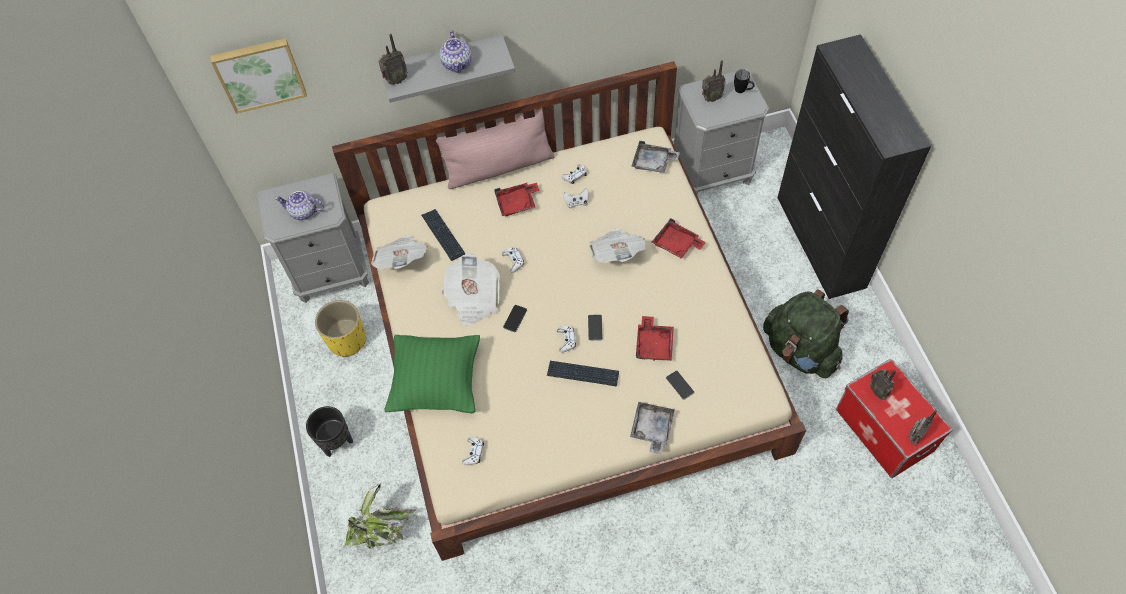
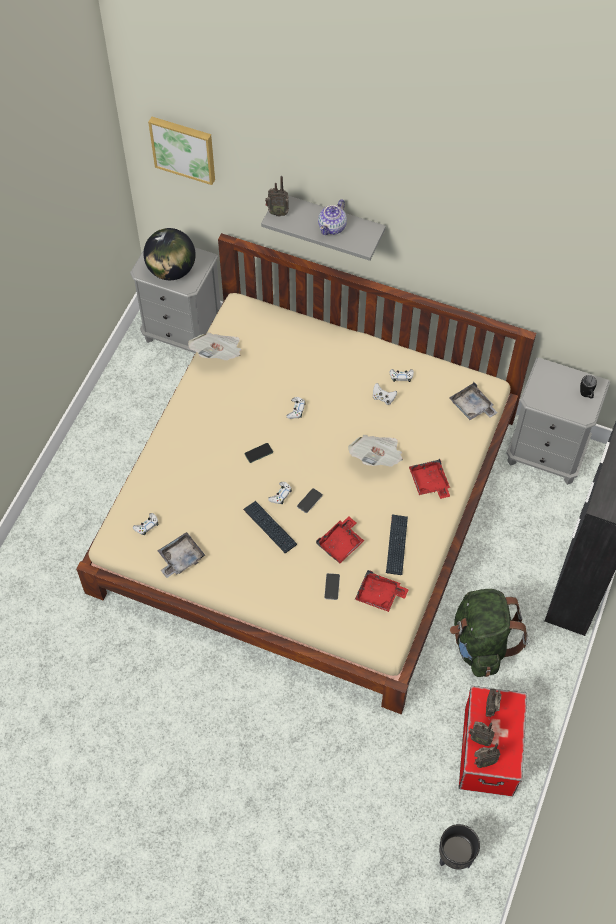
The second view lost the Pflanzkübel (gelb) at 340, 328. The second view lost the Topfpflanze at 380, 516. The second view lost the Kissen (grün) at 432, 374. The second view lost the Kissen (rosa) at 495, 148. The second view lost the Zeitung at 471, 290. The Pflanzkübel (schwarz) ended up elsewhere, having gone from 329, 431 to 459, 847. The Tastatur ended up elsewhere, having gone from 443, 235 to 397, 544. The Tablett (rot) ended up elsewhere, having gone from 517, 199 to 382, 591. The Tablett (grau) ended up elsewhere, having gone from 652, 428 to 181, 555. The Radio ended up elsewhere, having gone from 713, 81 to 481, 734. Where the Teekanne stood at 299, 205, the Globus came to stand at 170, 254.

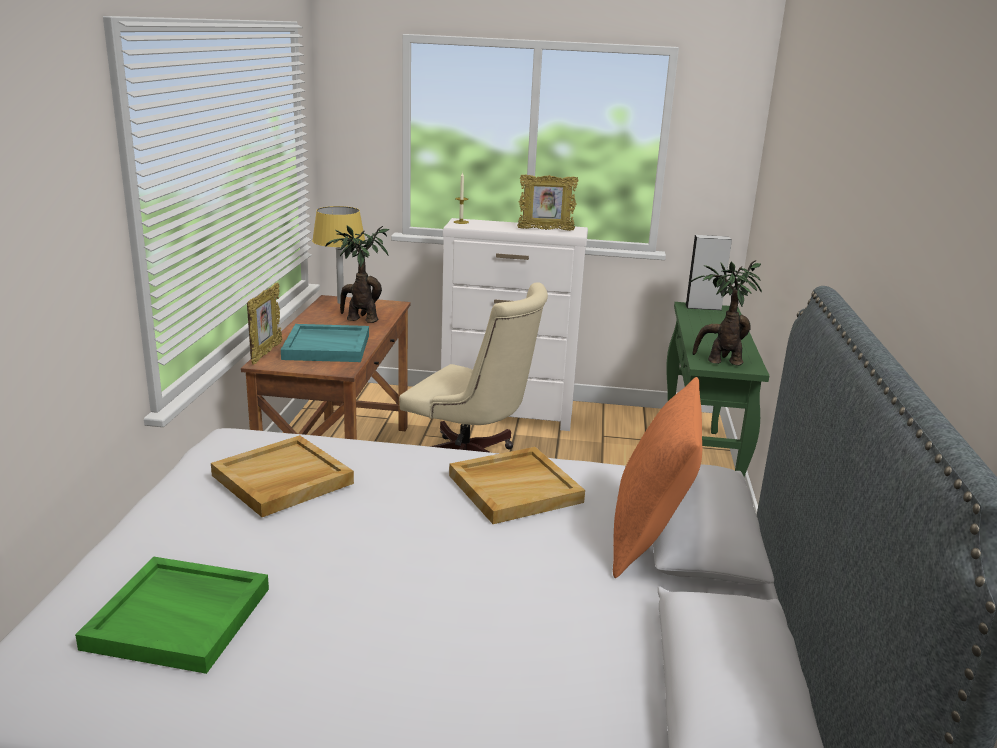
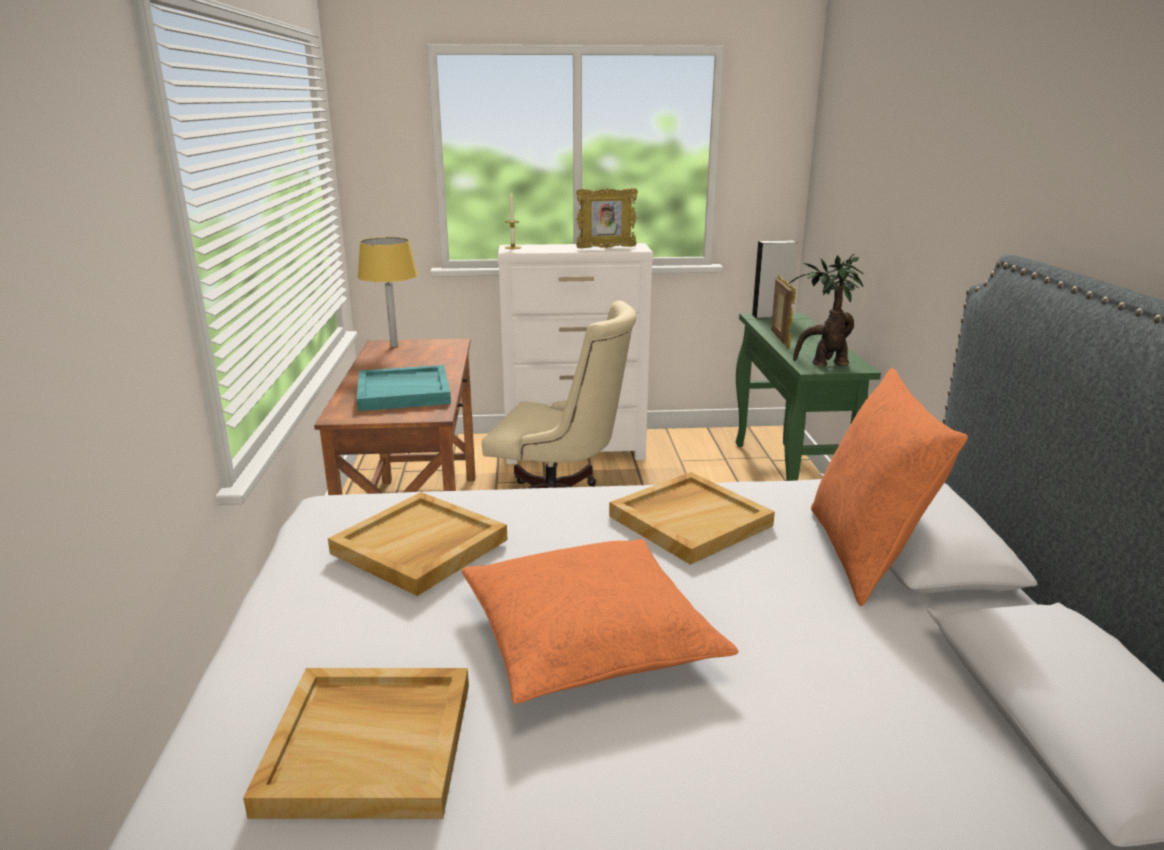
The second view lost the Topfpflanze at 357, 274. The second view gained the Kissen (orange) at 600, 621. The Bilderrahmen ended up elsewhere, having gone from 264, 323 to 783, 312. What was the Tablett (grün) at 172, 615 turned into the Tablett (beige) at 356, 743.

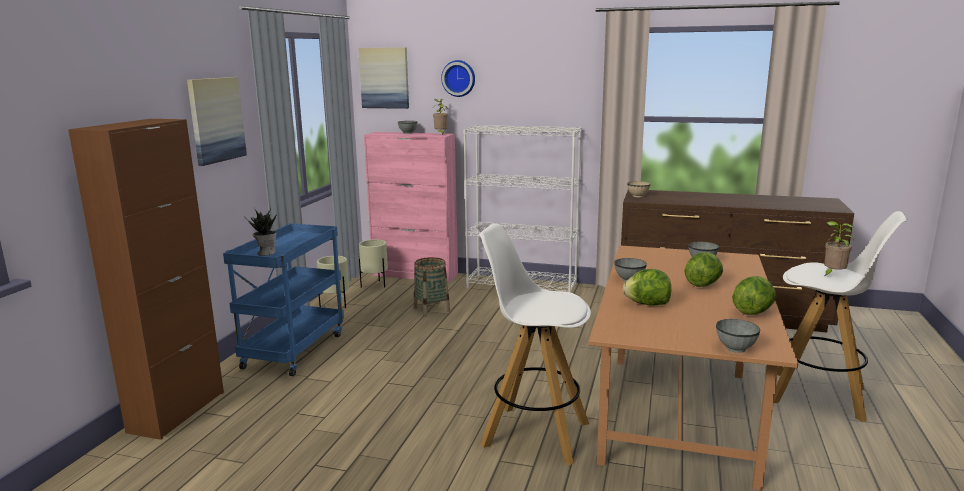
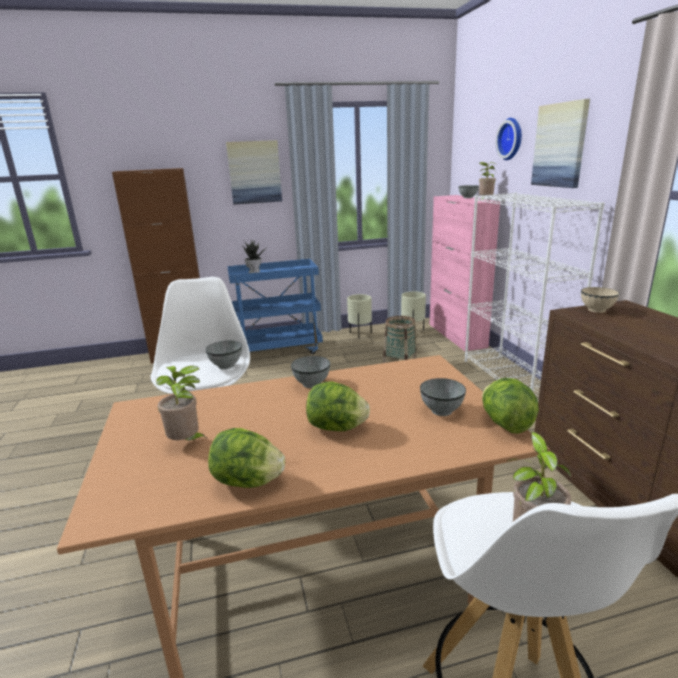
The second view gained the Topfpflanze at 182, 403. The Bild ended up elsewhere, having gone from 383, 78 to 560, 143. The Salatkopf ended up elsewhere, having gone from 647, 287 to 510, 405. The Schüssel (grau) ended up elsewhere, having gone from 738, 336 to 224, 354.

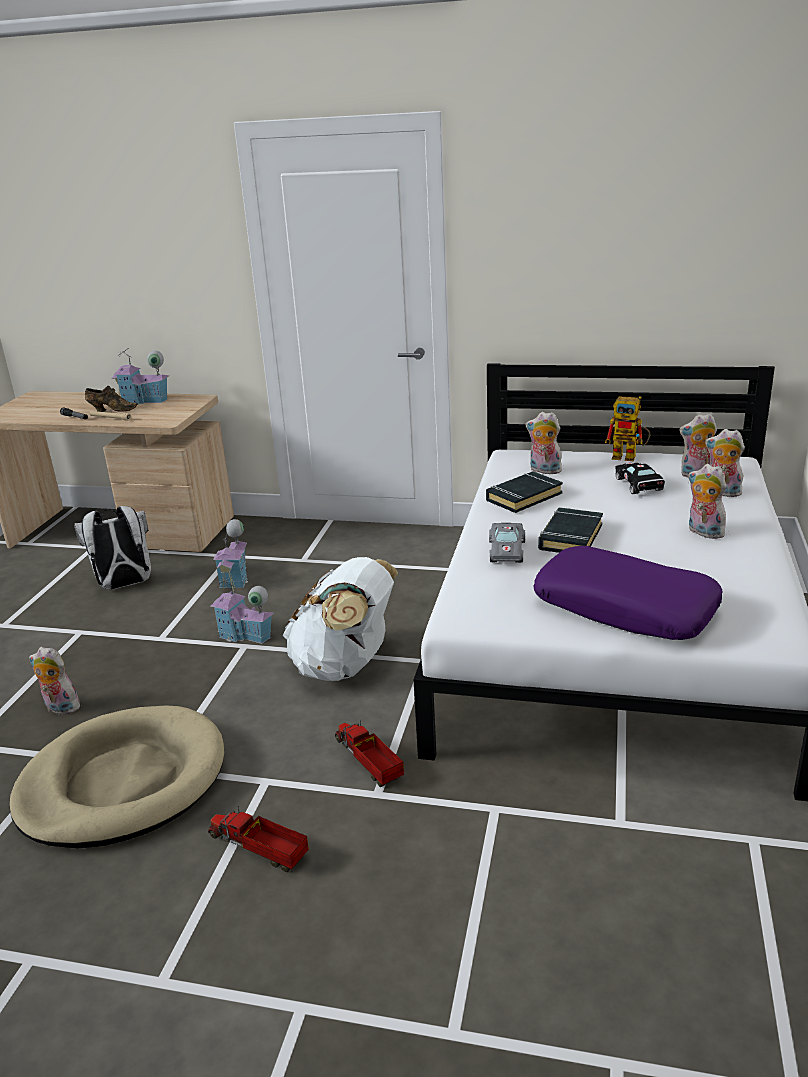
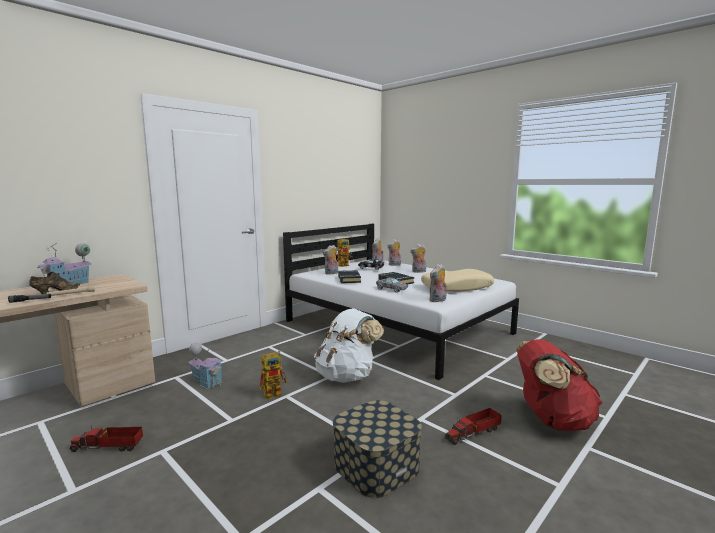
The second view lost the Rucksack (weiß) at 112, 548. The second view gained the Rucksack (rot) at 558, 385. The Plüschtier ended up elsewhere, having gone from 56, 681 to 437, 282. The Spielzeuglaster ended up elsewhere, having gone from 369, 753 to 106, 439. Where the Hundebett (beige) stood at 117, 776, the Aufbewahrungsbox came to stand at 377, 449. Where the Spielzeughaus stood at 242, 611, the Spielzeugroboter came to stand at 273, 375. What was the Kissen (lila) at 627, 593 turned into the Kissen (beige) at 457, 280.

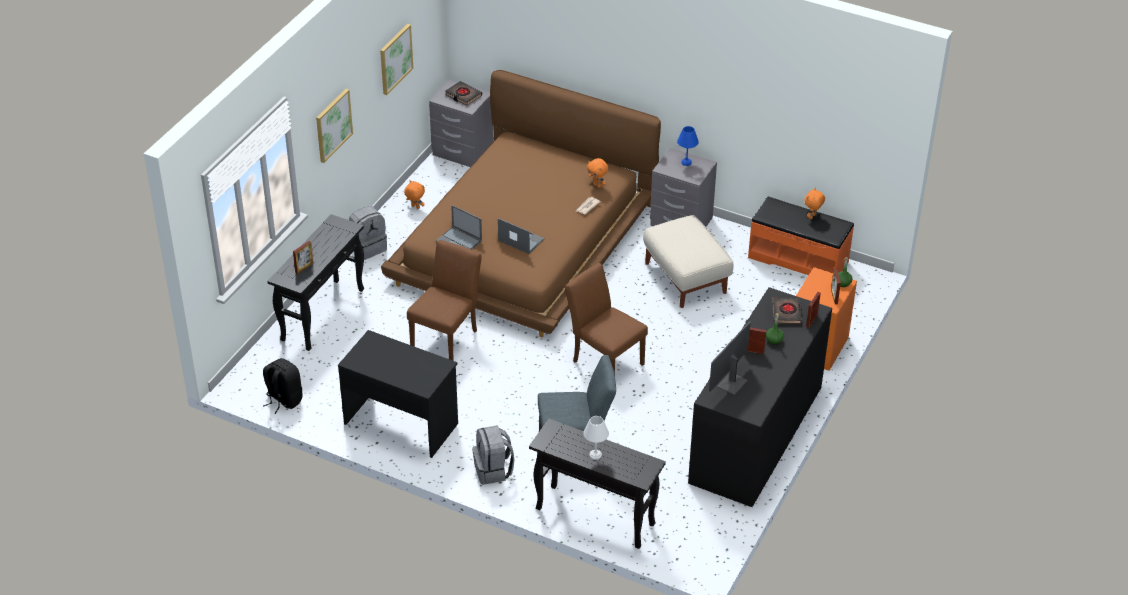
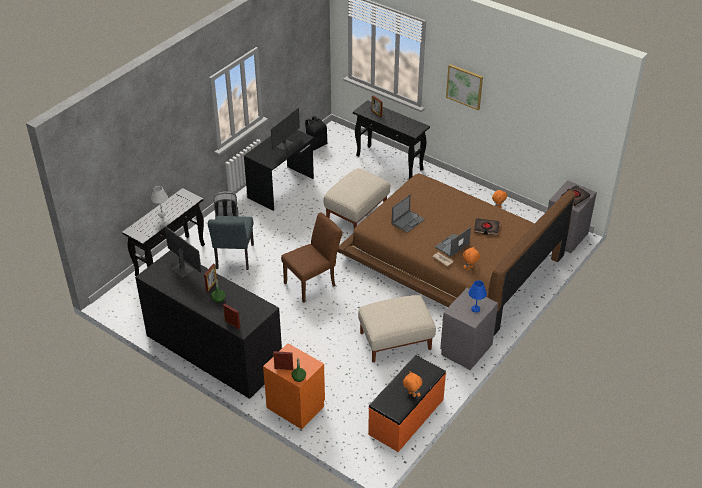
The second view lost the Rucksack (grau) at 368, 233. The second view lost the Bild at 396, 59. The second view gained the Monitor at 285, 129. The Laptop ended up elsewhere, having gone from 459, 227 to 453, 242. The Buch (schwarz) ended up elsewhere, having gone from 787, 310 to 487, 226. Where the Stuhl (braun) stood at 444, 300, the Polsterhocker (beige) came to stand at 357, 198.

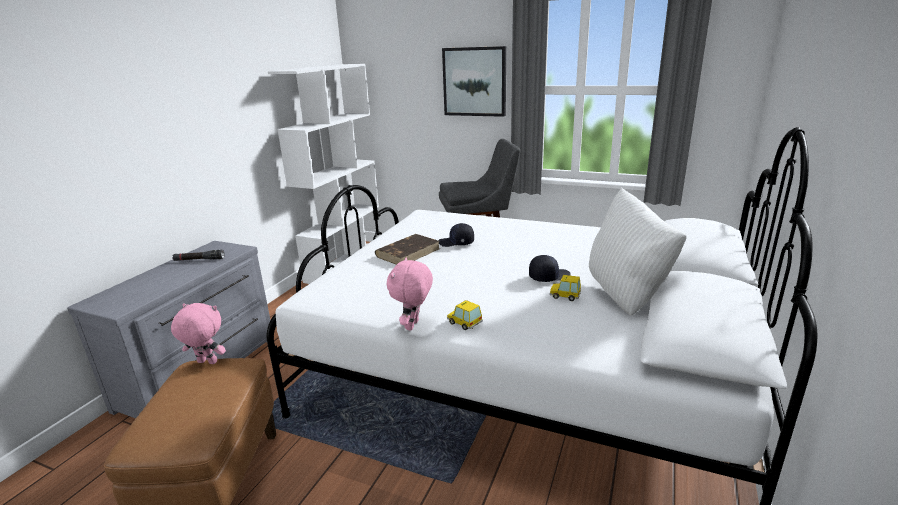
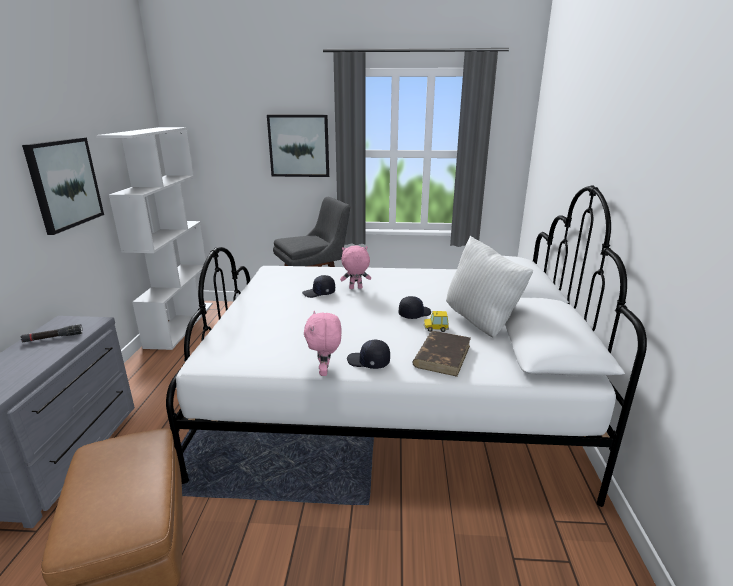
The second view gained the Bild at 63, 186. The Plüschtier (rosa) ended up elsewhere, having gone from 198, 333 to 355, 267. The Buch (braun) ended up elsewhere, having gone from 407, 249 to 441, 354. Where the Spielzeugauto stood at 465, 315, the Kappe (schwarz) came to stand at 368, 354.

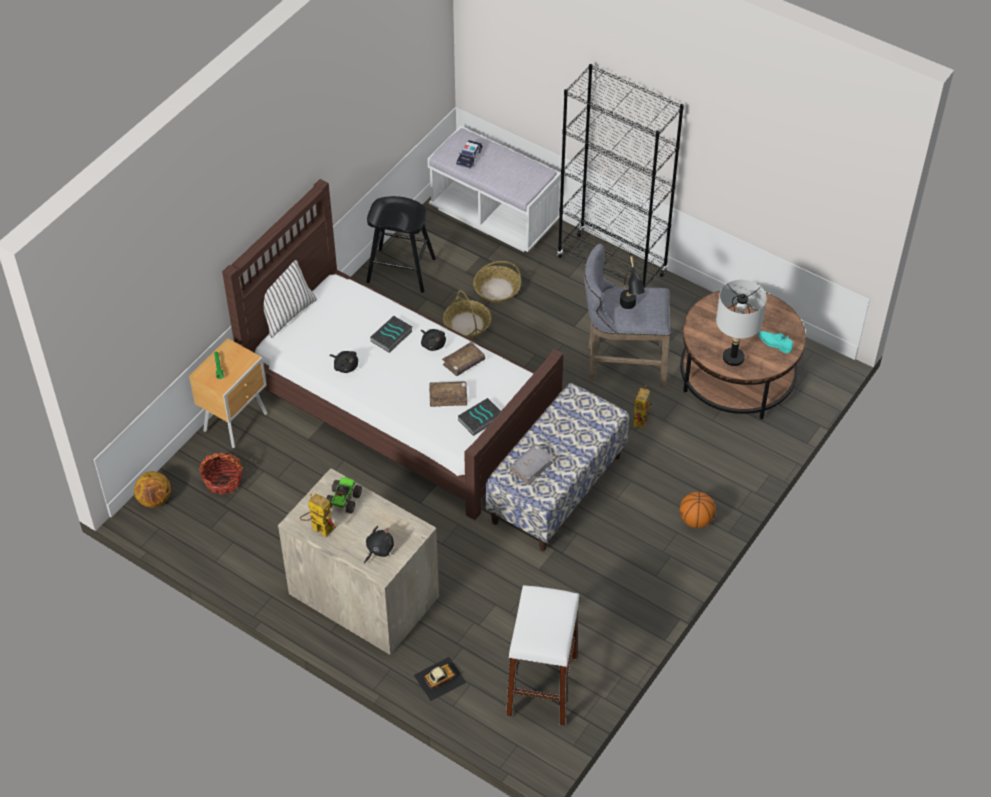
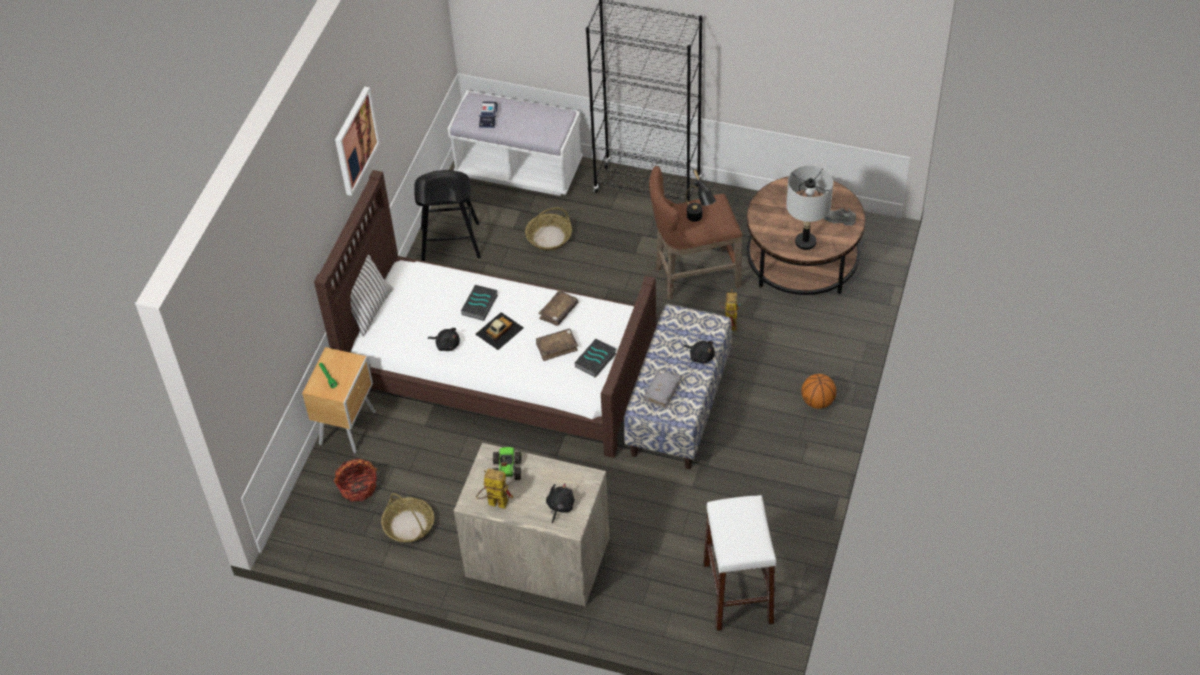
The second view lost the Basketball at 152, 489. The second view gained the Bild at 357, 141. The Spielzeugauto ended up elsewhere, having gone from 440, 679 to 499, 331. The Plüschtier (schwarz) ended up elsewhere, having gone from 433, 340 to 699, 352. The Korb ended up elsewhere, having gone from 467, 314 to 407, 518. What was the Hocker (grau) at 627, 315 turned into the Hocker (braun) at 695, 233. What was the Schuh (türkis) at 775, 342 turned into the Schuh (grau) at 839, 217.

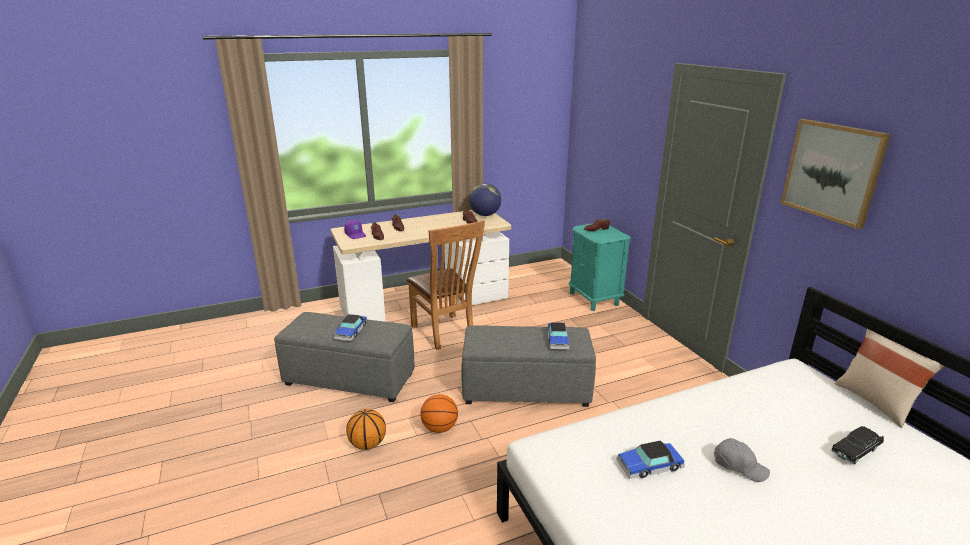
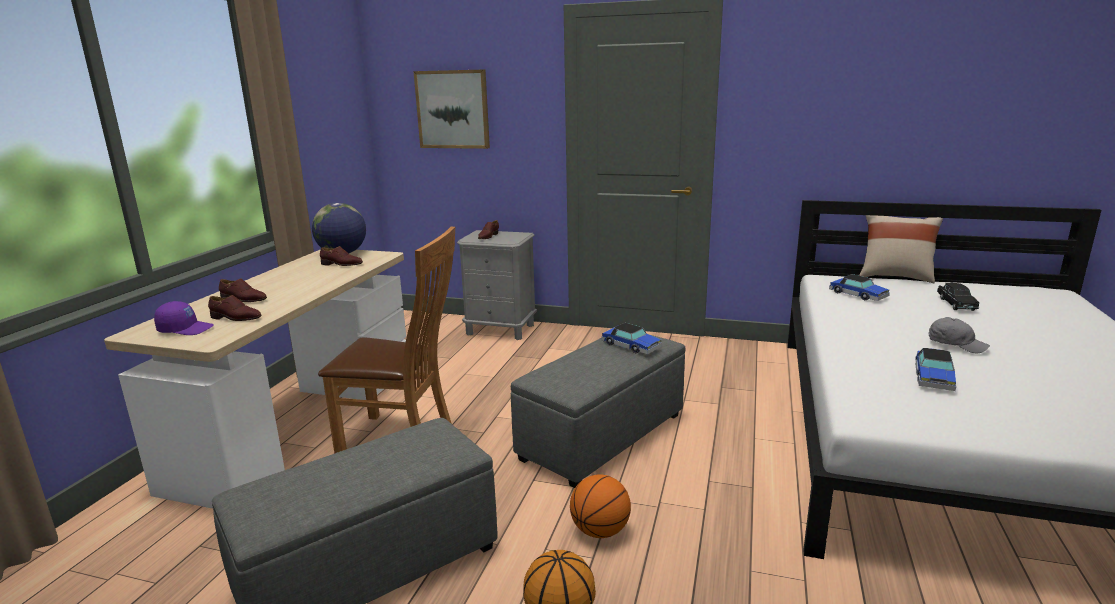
The Spielzeugauto ended up elsewhere, having gone from 350, 327 to 859, 287. The Bild ended up elsewhere, having gone from 836, 174 to 451, 109. What was the Nachttisch (türkis) at 599, 267 turned into the Nachttisch (grau) at 497, 285. The Kappe (grau) at 742, 460 ended up facing another way, 60 degrees clockwise from before.

